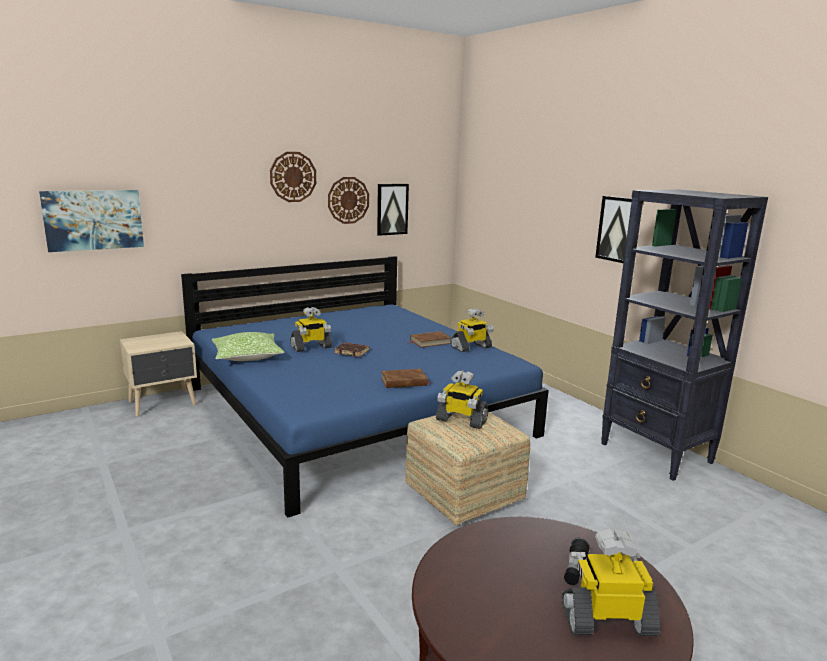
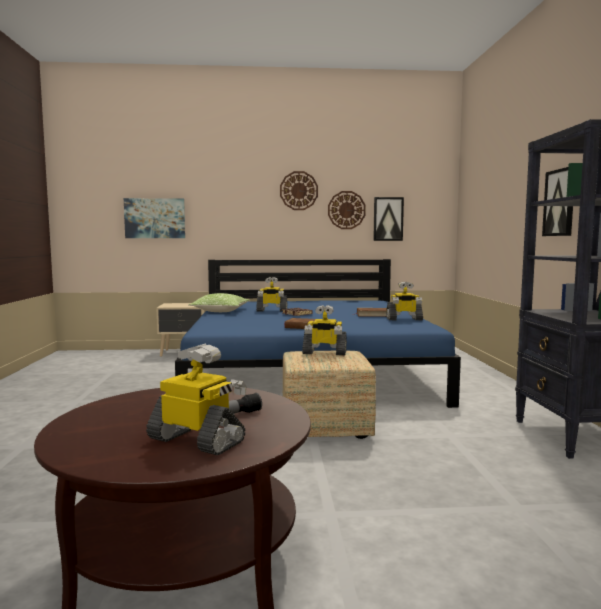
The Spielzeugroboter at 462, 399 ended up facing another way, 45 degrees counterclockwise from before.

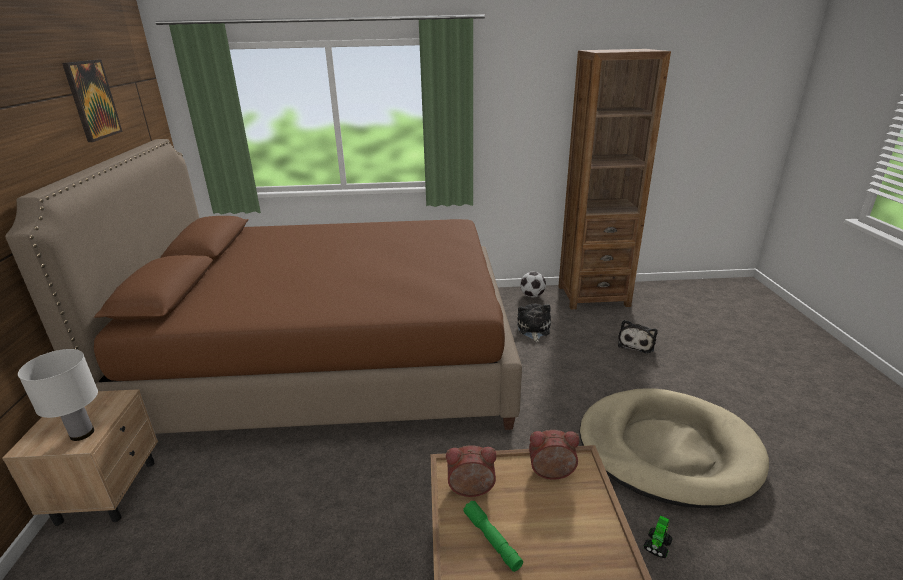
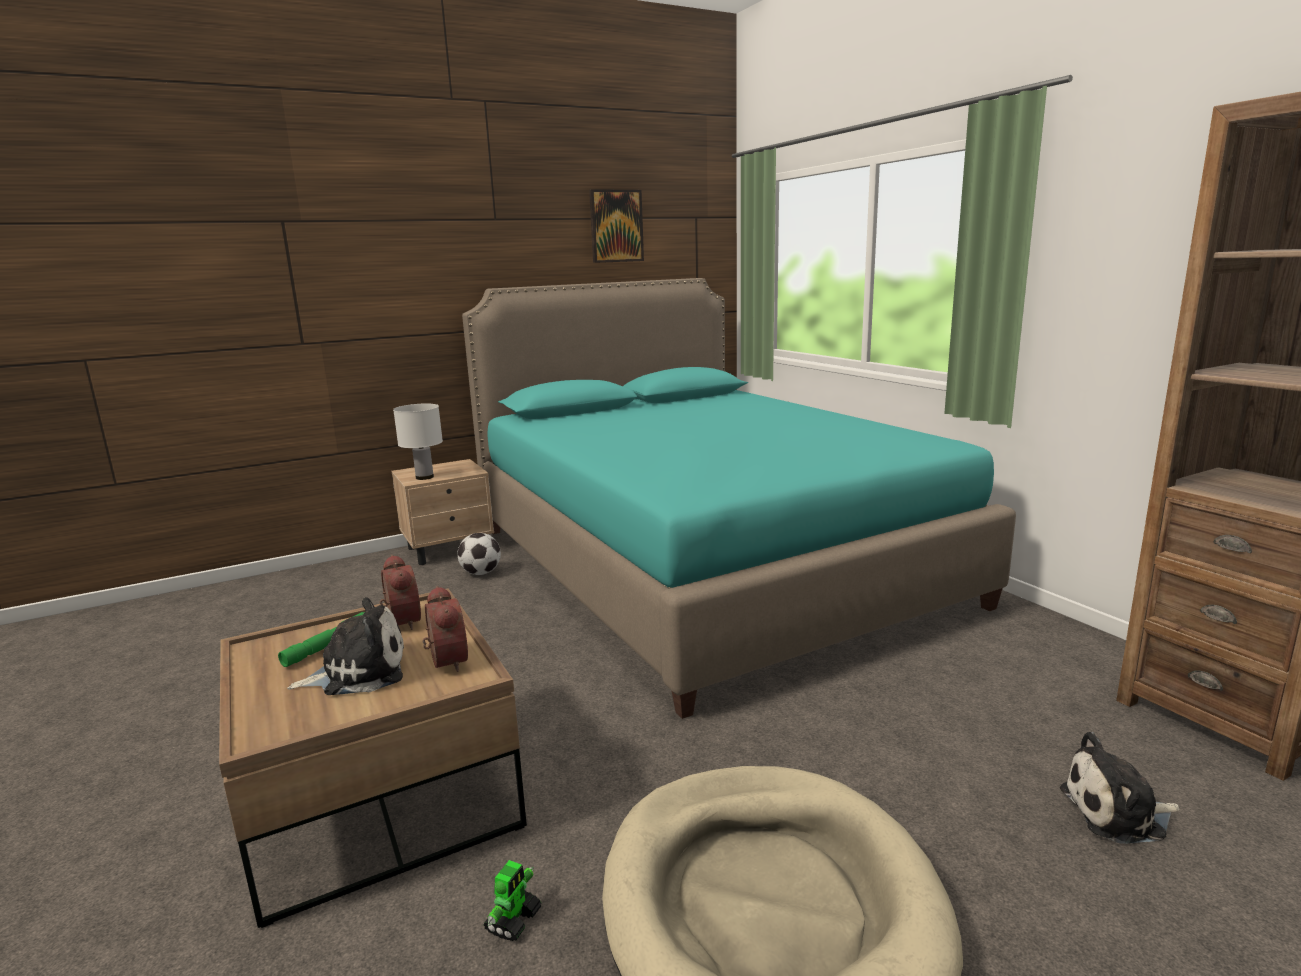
The Plüschtier ended up elsewhere, having gone from 534, 323 to 345, 646. The Fußball ended up elsewhere, having gone from 533, 284 to 479, 554. What was the Bett (braun) at 263, 286 turned into the Bett (türkis) at 739, 498. The Spielzeugroboter at 658, 536 ended up facing another way, 75 degrees counterclockwise from before.

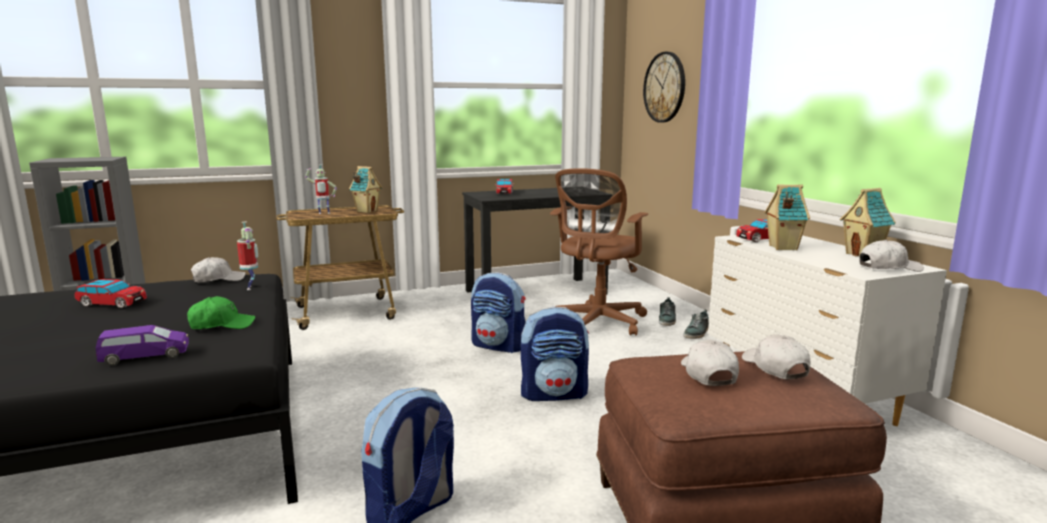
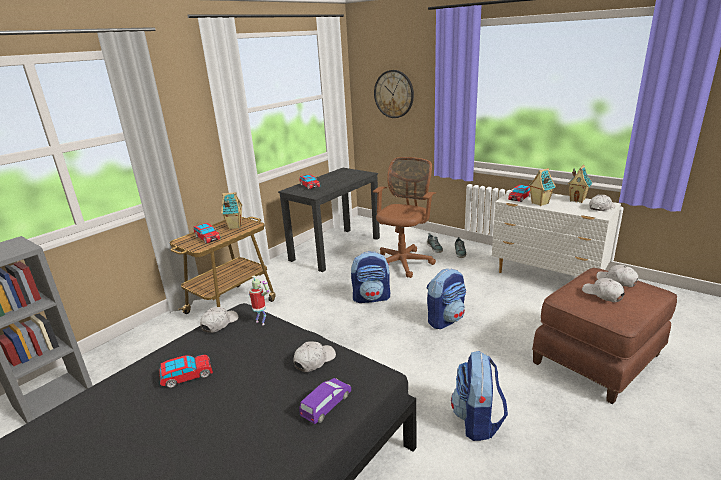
Where the Spielzeugroboter stood at 321, 189, the Spielzeugauto came to stand at 207, 233. What was the Kappe (grün) at 221, 312 turned into the Kappe (weiß) at 314, 356. The Bürostuhl (braun) at 599, 252 ended up facing another way, 150 degrees counterclockwise from before.

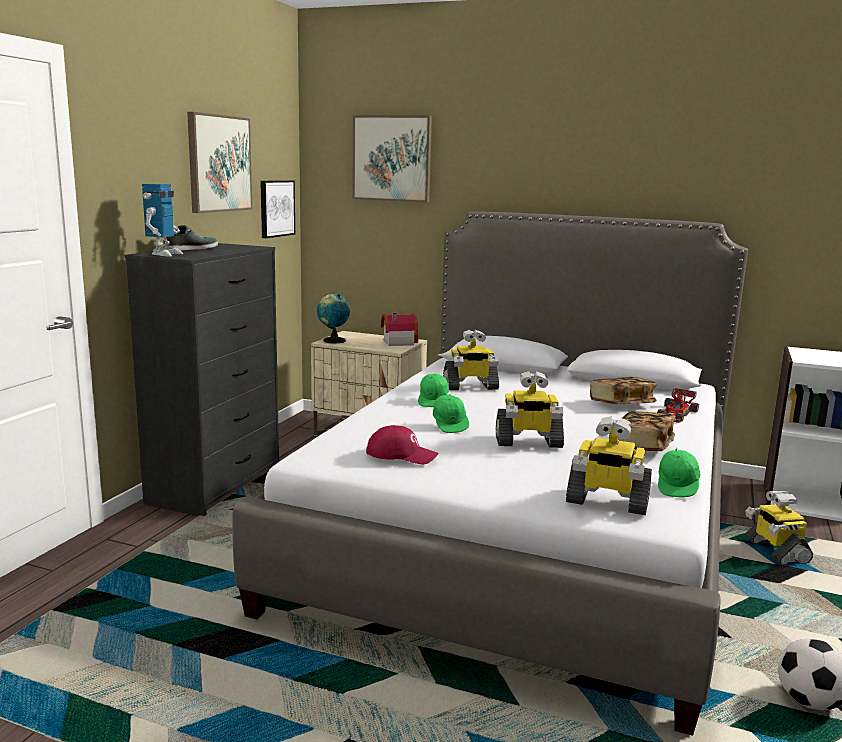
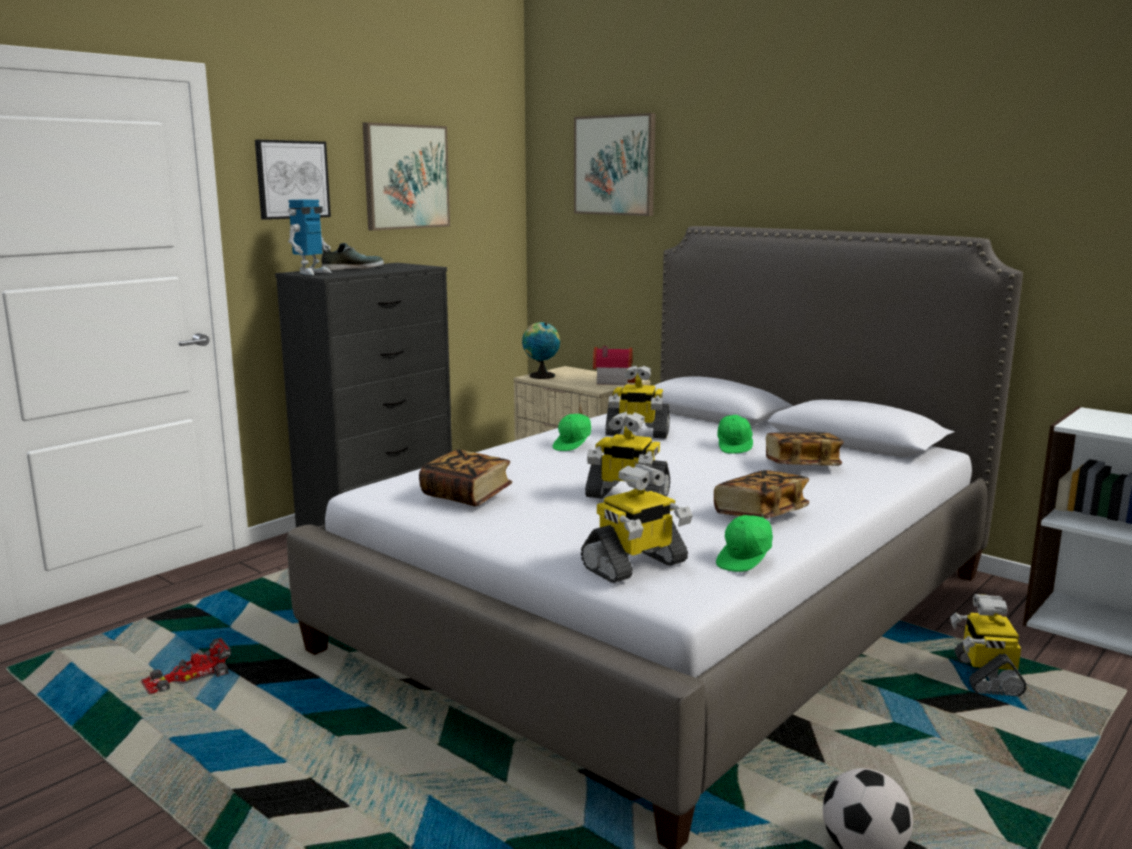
The Bild ended up elsewhere, having gone from 277, 209 to 293, 180. The Kappe (grün) ended up elsewhere, having gone from 451, 413 to 735, 434. The Spielzeugauto ended up elsewhere, having gone from 678, 405 to 186, 666. Where the Kappe (rot) stood at 402, 444, the Buch came to stand at 465, 477. The Spielzeugroboter at 609, 466 ended up facing another way, 75 degrees counterclockwise from before.

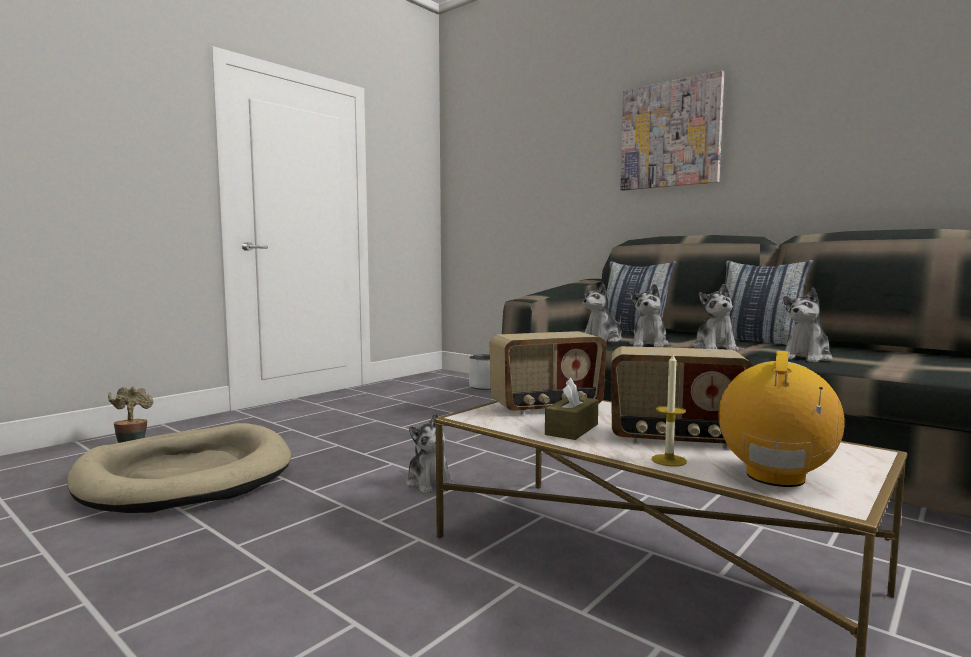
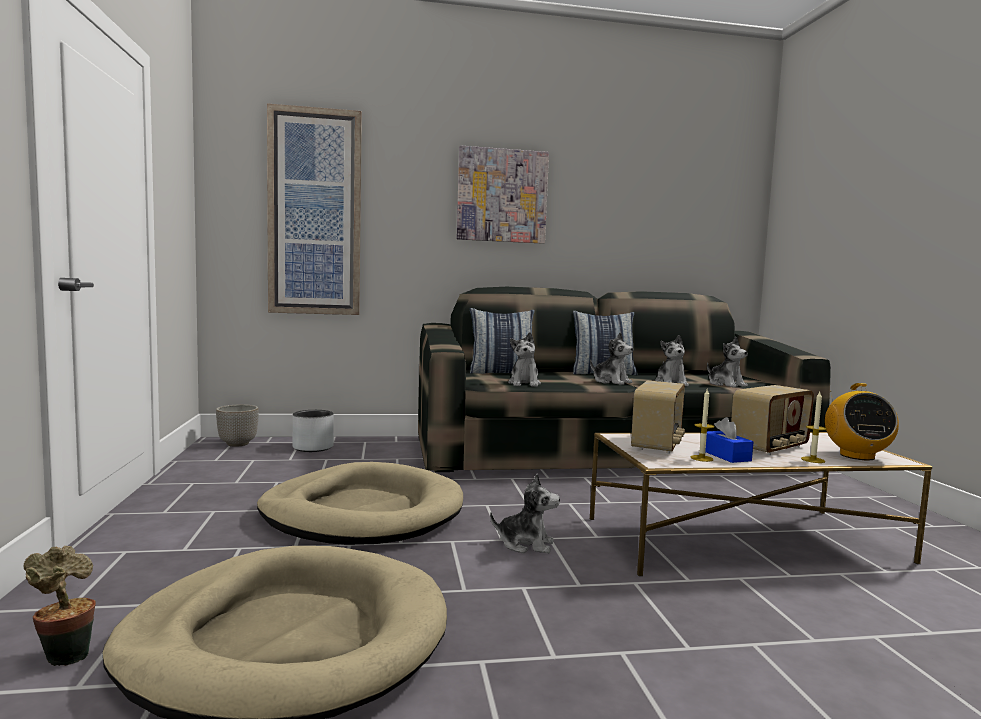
The second view gained the Pflanzkübel at 237, 425. The second view gained the Hundebett (beige) at 360, 503. The second view gained the Bild at 314, 209. The second view gained the Kerze at 702, 425. The Plüschtier ended up elsewhere, having gone from 650, 315 to 727, 362. What was the Taschentuchbox (braun) at 571, 409 turned into the Taschentuchbox (blau) at 729, 440. The Radio at 781, 419 ended up facing another way, 150 degrees counterclockwise from before.

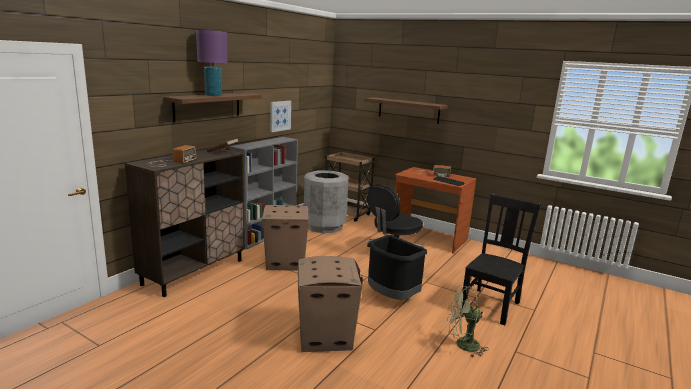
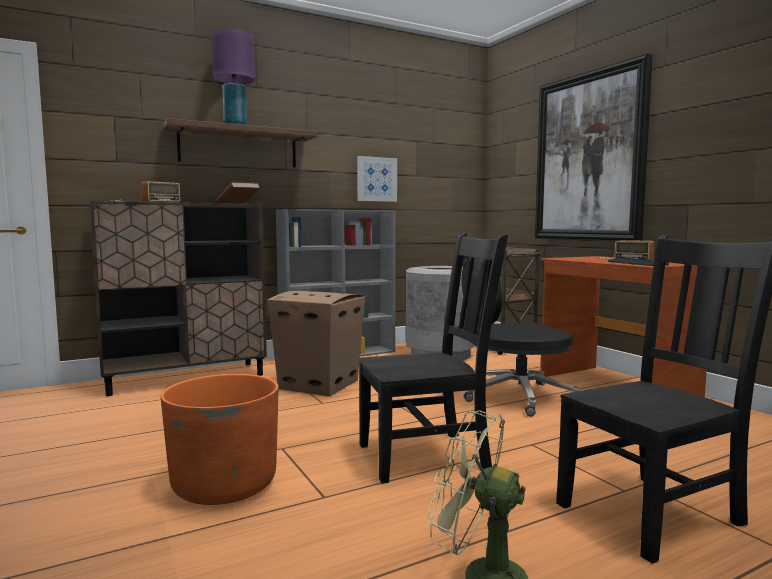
Where the Karton stood at 330, 304, the Pflanzkübel (orange) came to stand at 219, 439. Where the Wandregal hung at 406, 110, the Bild came to hang at 594, 147. Where the Mülleimer (schwarz) stood at 397, 267, the Stuhl (schwarz) came to stand at 433, 358.

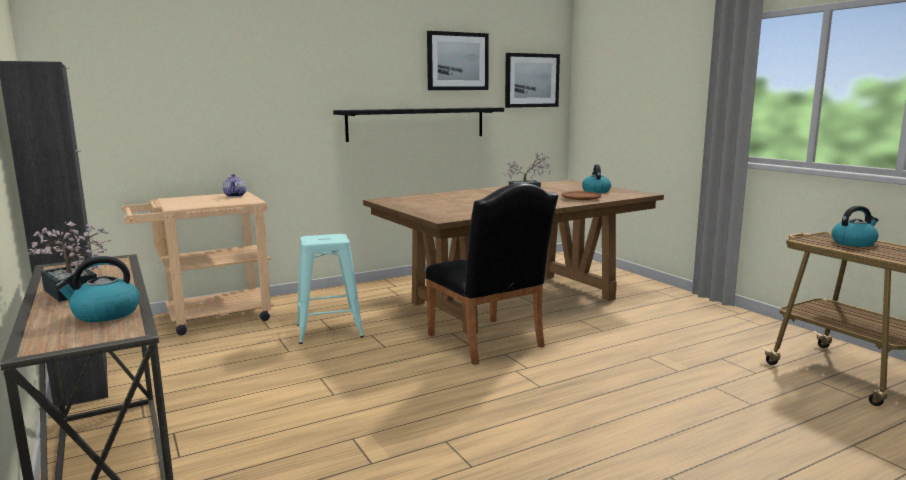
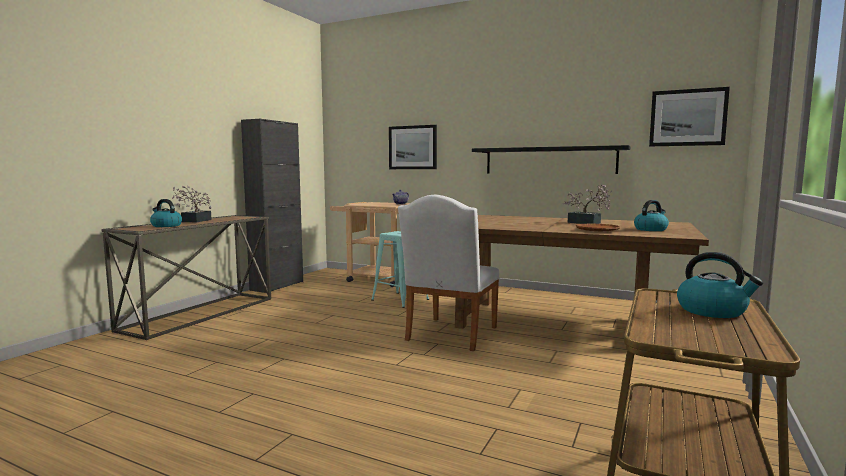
The Bild ended up elsewhere, having gone from 458, 60 to 413, 147. What was the Stuhl (schwarz) at 491, 274 turned into the Stuhl (weiß) at 449, 273.

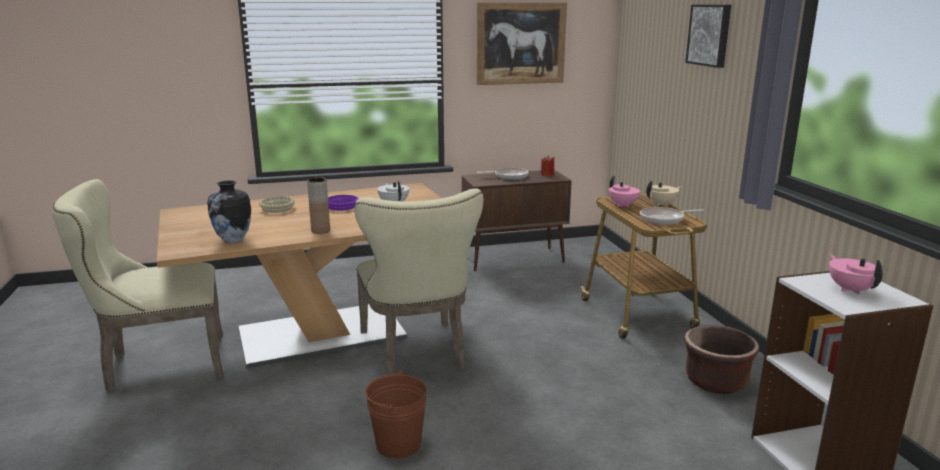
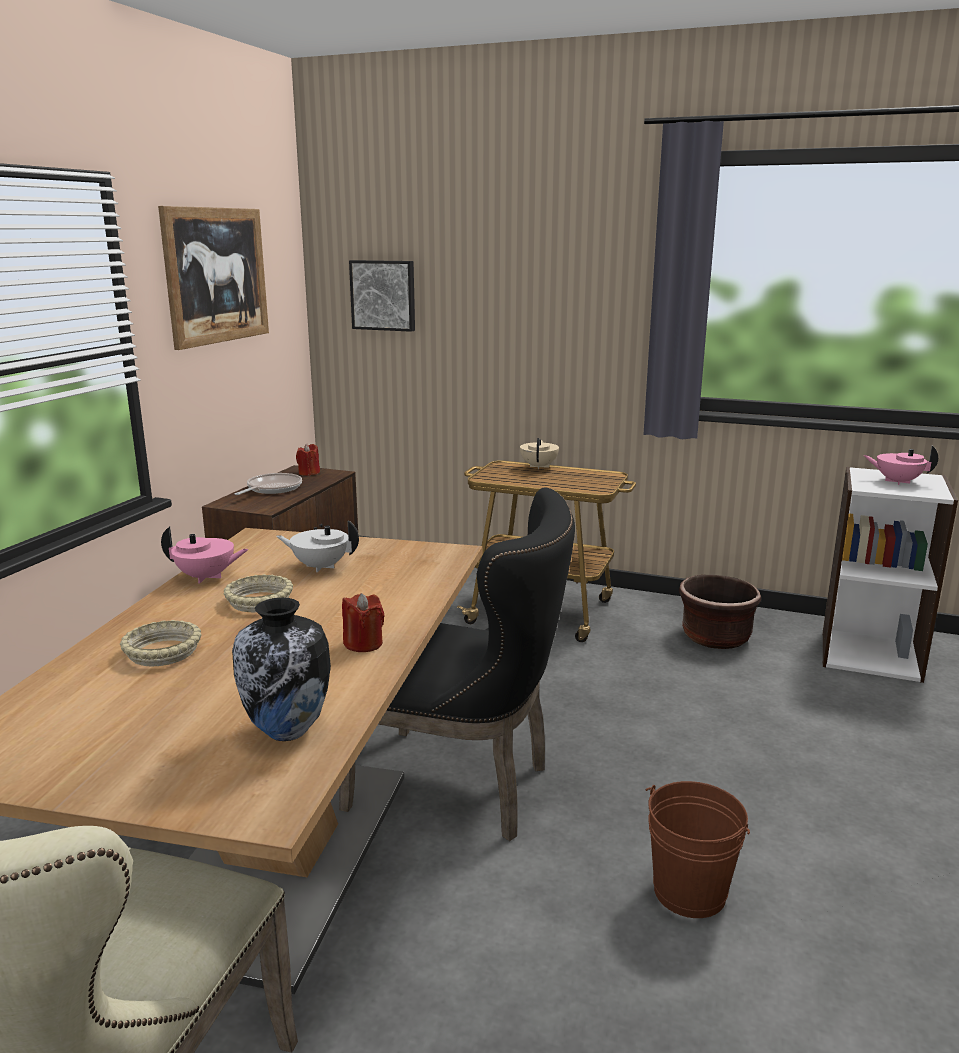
The second view lost the Pfanne at 672, 215. The Teekanne (rosa) ended up elsewhere, having gone from 625, 192 to 205, 555. The Bild ended up elsewhere, having gone from 708, 36 to 382, 296. Where the Vase (braun) stood at 318, 205, the Kerze (rot) came to stand at 363, 622. What was the Schüssel (lila) at 343, 203 turned into the Schüssel (beige) at 258, 593. What was the Stuhl (beige) at 418, 282 turned into the Stuhl (schwarz) at 457, 664.

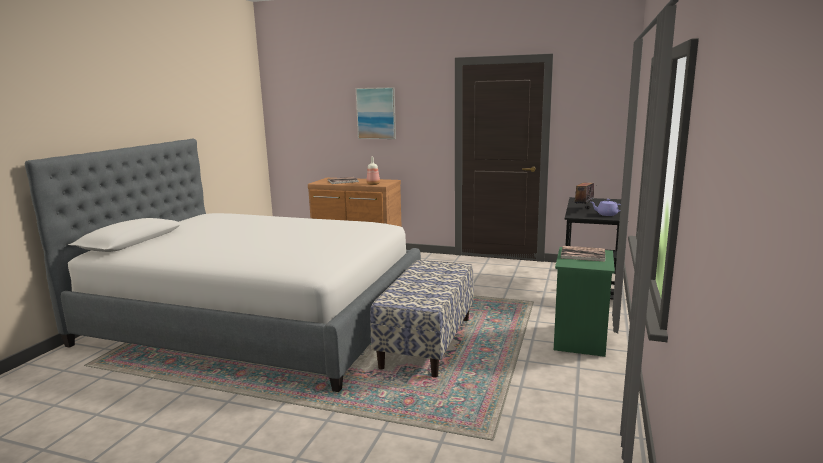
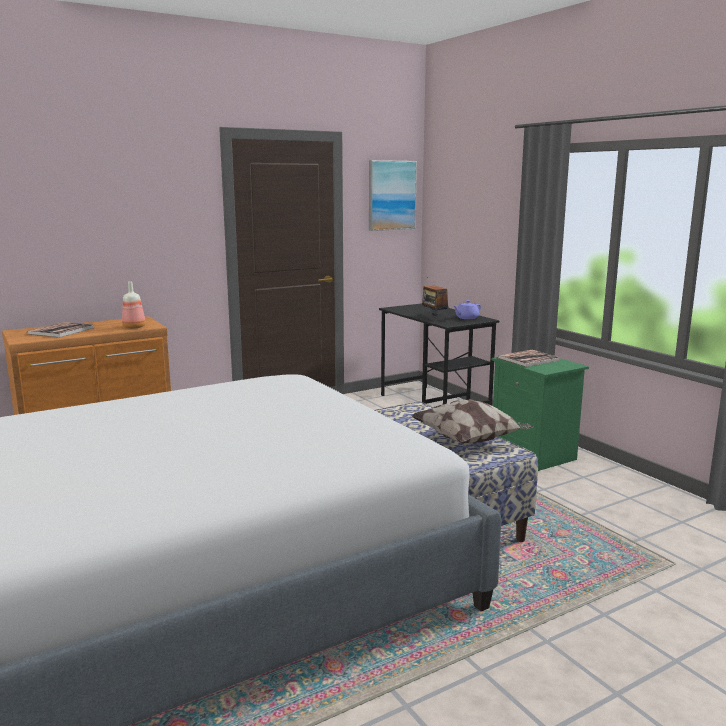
The second view gained the Kissen at 472, 421. The Bild ended up elsewhere, having gone from 376, 113 to 393, 195.

